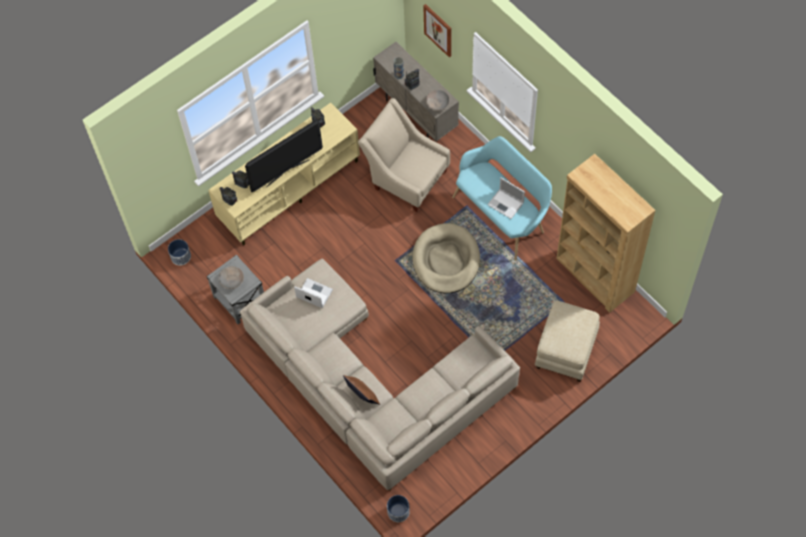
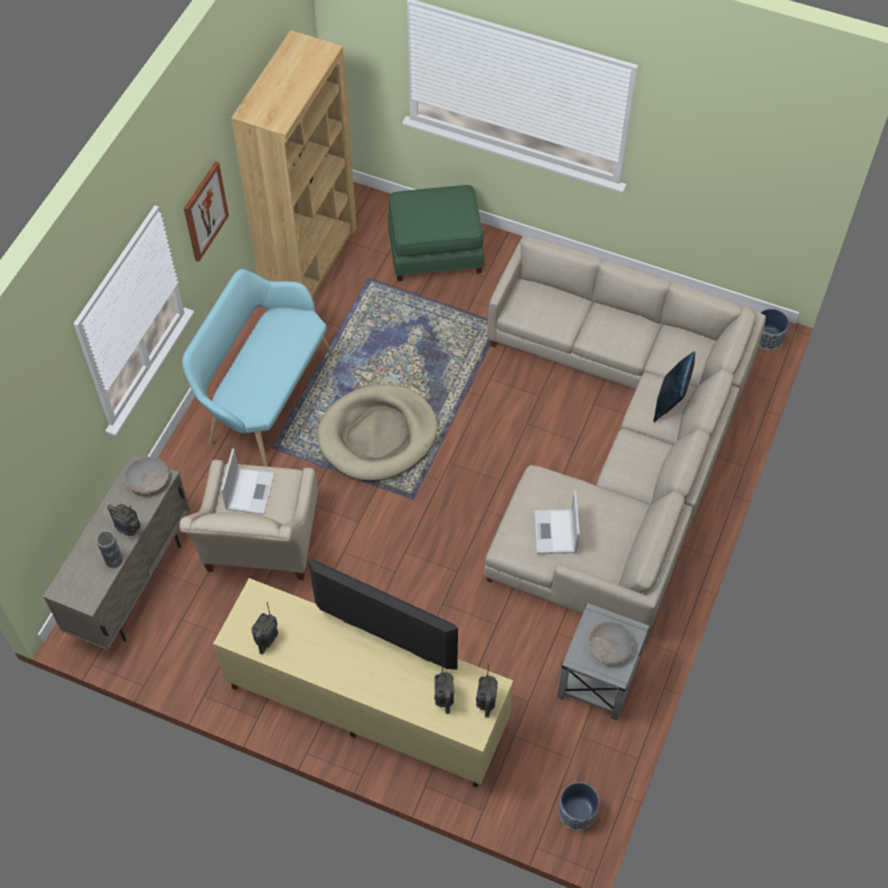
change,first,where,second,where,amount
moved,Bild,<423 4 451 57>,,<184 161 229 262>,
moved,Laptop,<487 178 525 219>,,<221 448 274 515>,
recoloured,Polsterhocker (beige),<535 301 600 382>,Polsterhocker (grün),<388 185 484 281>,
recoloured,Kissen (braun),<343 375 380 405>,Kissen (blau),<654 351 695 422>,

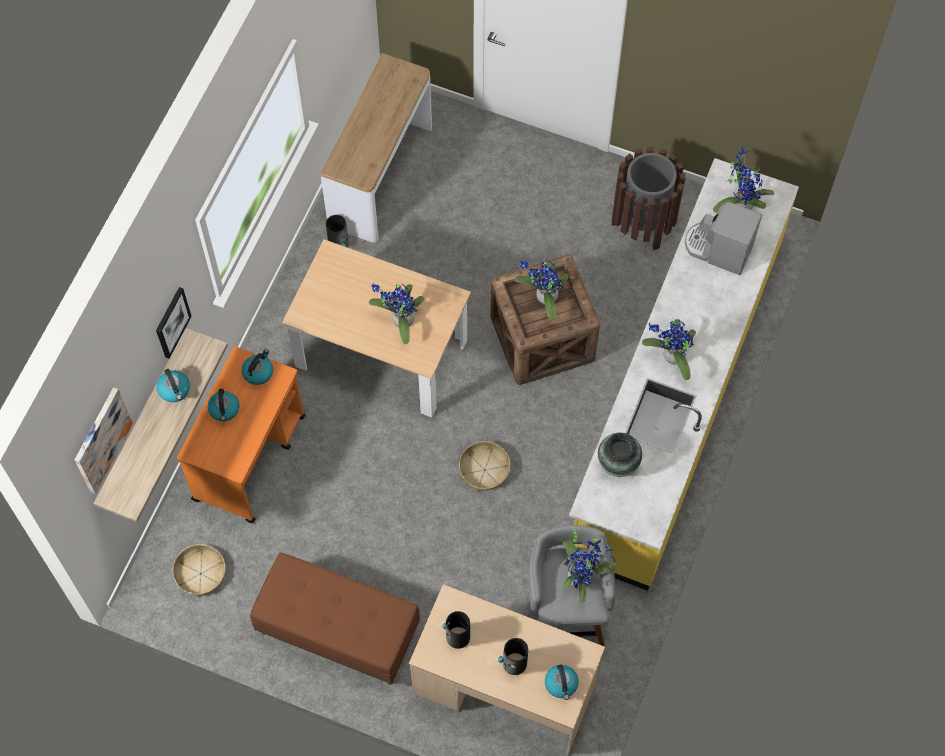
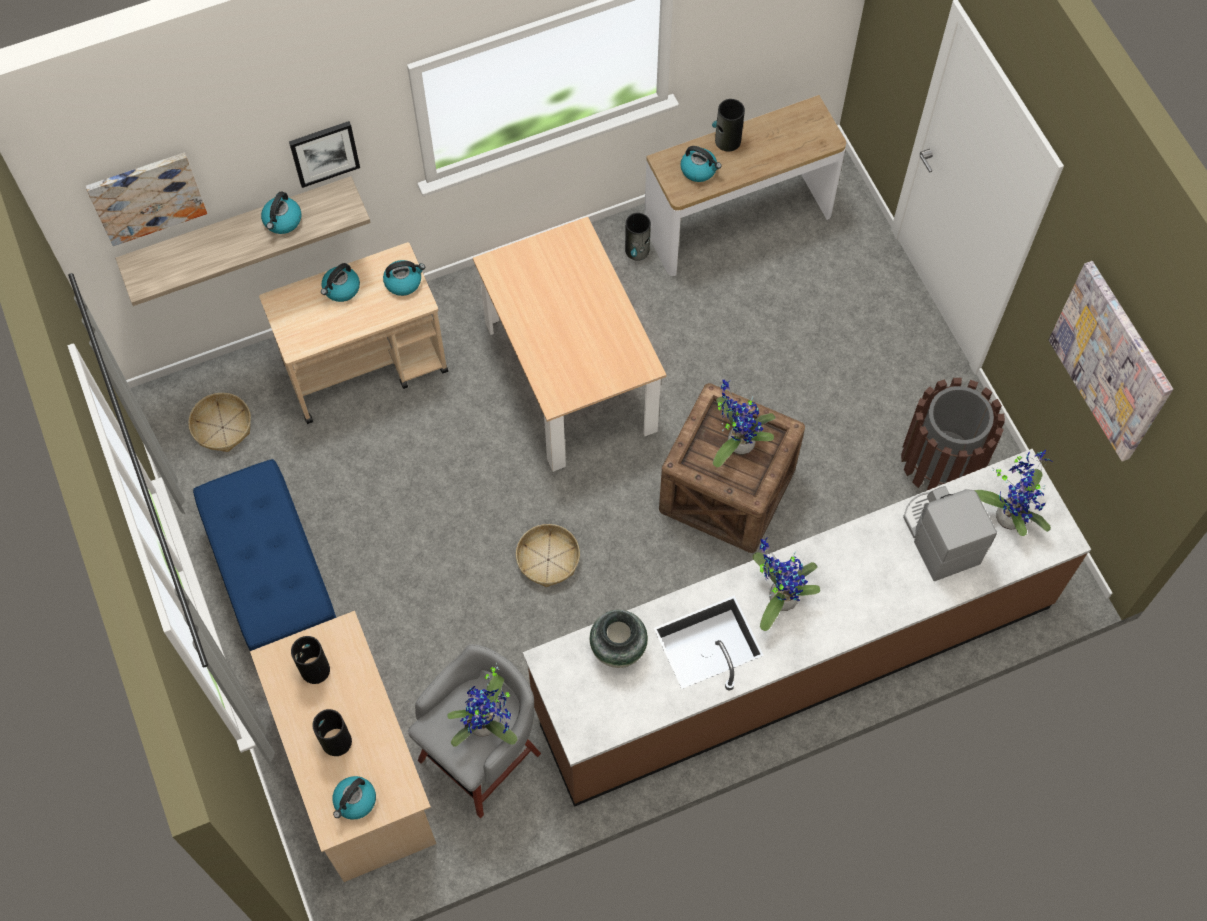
change,first,where,second,where,amount
recoloured,Bank (braun),<250 553 420 685>,Bank (blau),<193 459 336 651>,
recoloured,Rollwagen (orange),<177 347 305 523>,Rollwagen (beige),<259 242 448 424>,
recoloured,Küchenzeile (gelb),<569 158 799 591>,Küchenzeile (braun),<523 449 1091 807>,
added,,,Wasserkessel,<680 146 721 182>,
added,,,Vase,<712 99 745 152>,
added,,,Bild,<1049 261 1173 462>,
removed,Topfpflanze,<369 280 424 344>,,,

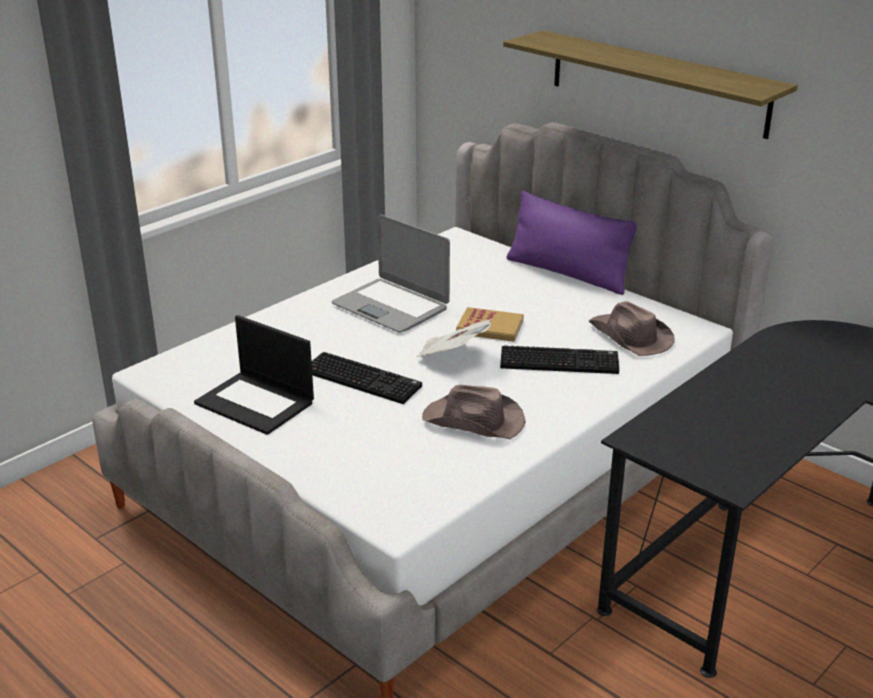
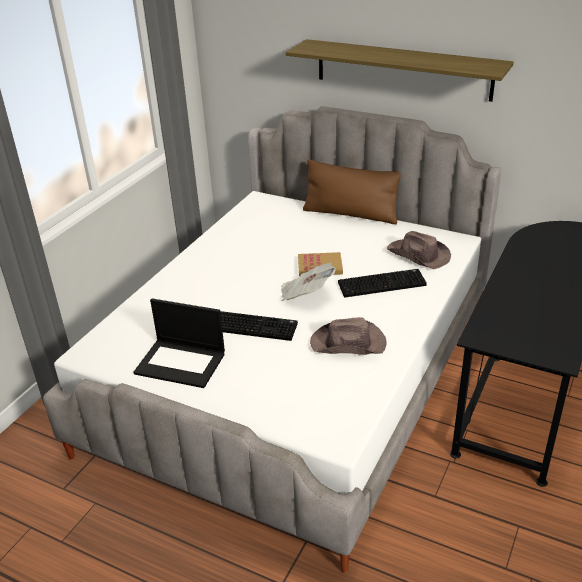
change,first,where,second,where,amount
recoloured,Kissen (lila),<507 190 636 295>,Kissen (braun),<303 159 401 224>,
removed,Laptop,<331 214 450 332>,,,

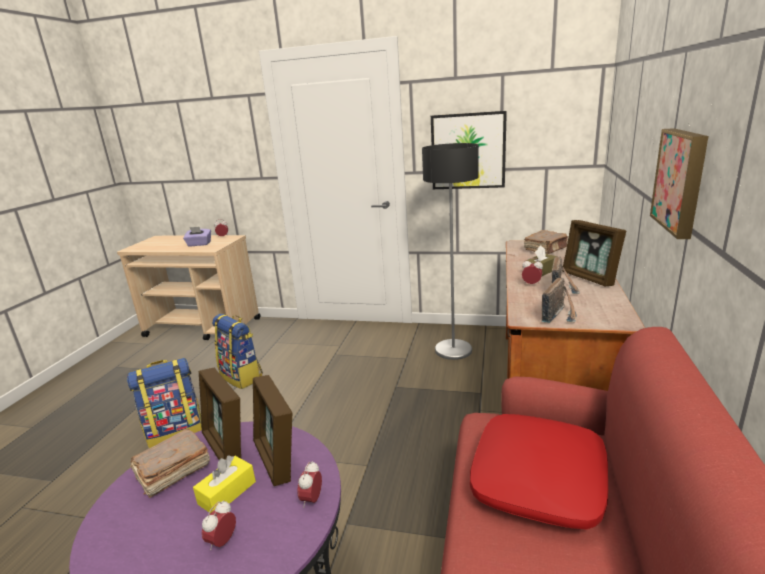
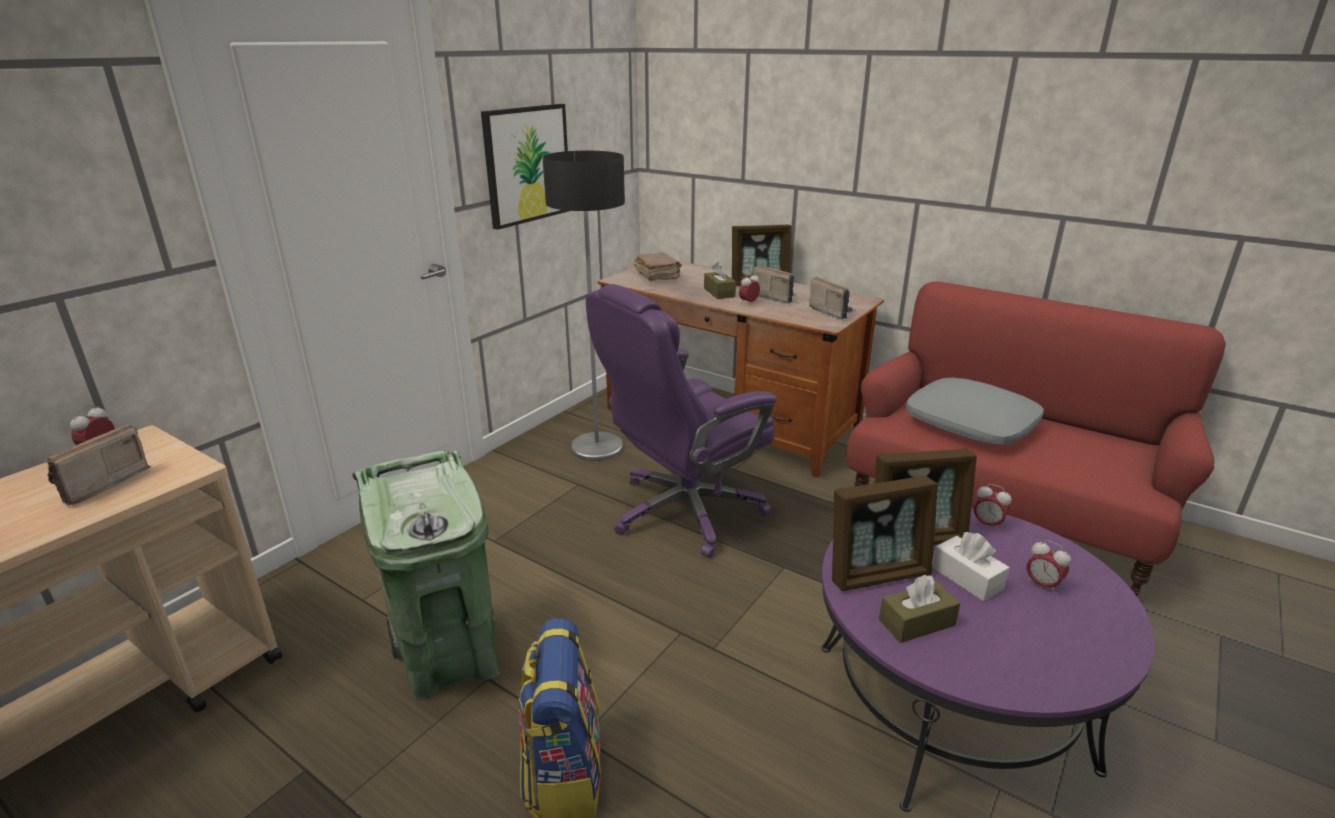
change,first,where,second,where,amount
replaced,Taschentuchbox (lila),<183 227 211 246>,Radio,<47 425 151 505>,
replaced,Rucksack,<212 314 263 389>,Mülleimer (grün),<353 450 500 700>,
added,,,Bürostuhl (lila),<586 284 777 558>,
replaced,Buch (braun),<130 429 210 498>,Taschentuchbox (braun),<879 575 960 643>,
recoloured,Kissen (rot),<470 414 608 529>,Kissen (grau),<906 377 1044 445>,
recoloured,Taschentuchbox (gelb),<193 455 256 513>,Taschentuchbox (weiß),<932 532 1010 601>,
removed,Bild,<650 128 709 239>,,,

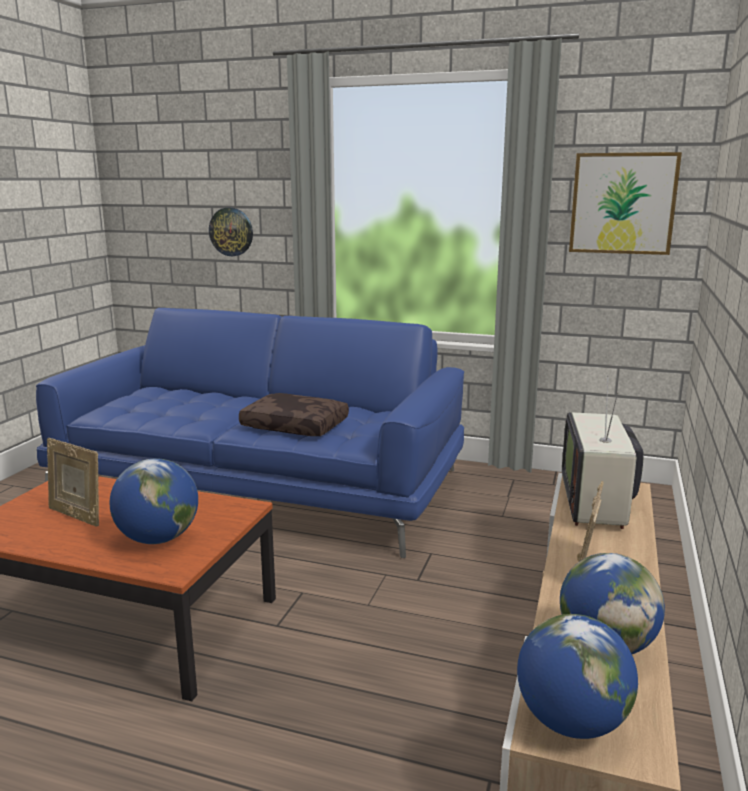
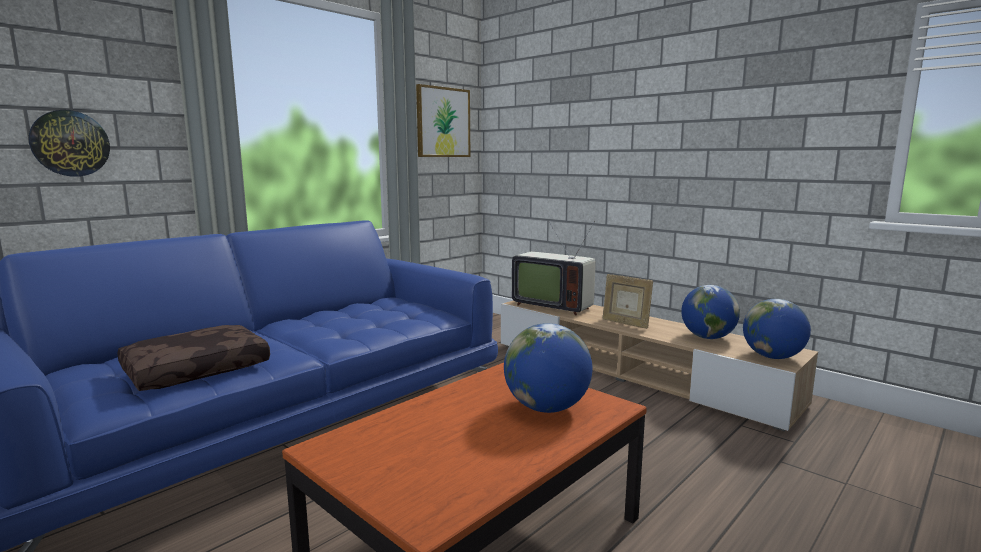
change,first,where,second,where,amount
moved,Kissen (braun),<239 393 349 436>,,<118 325 270 391>,
removed,Bilderrahmen,<47 438 99 527>,,,

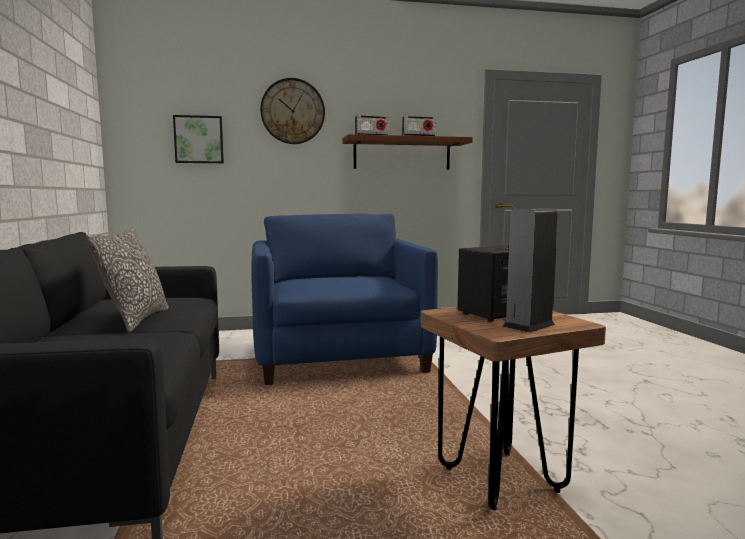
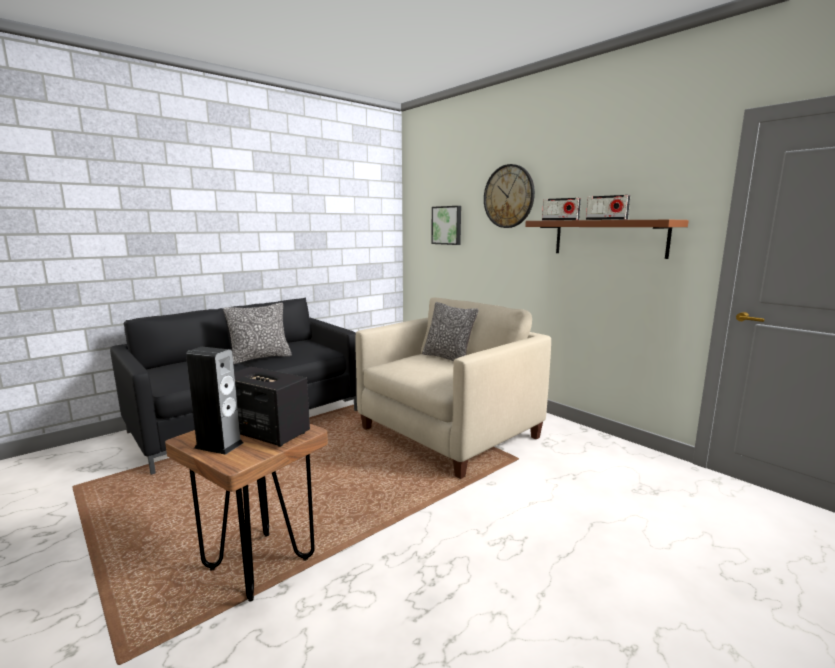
change,first,where,second,where,amount
recoloured,Sessel (blau),<251 214 438 385>,Sessel (beige),<356 297 551 479>,
added,,,Kissen,<422 302 478 362>,

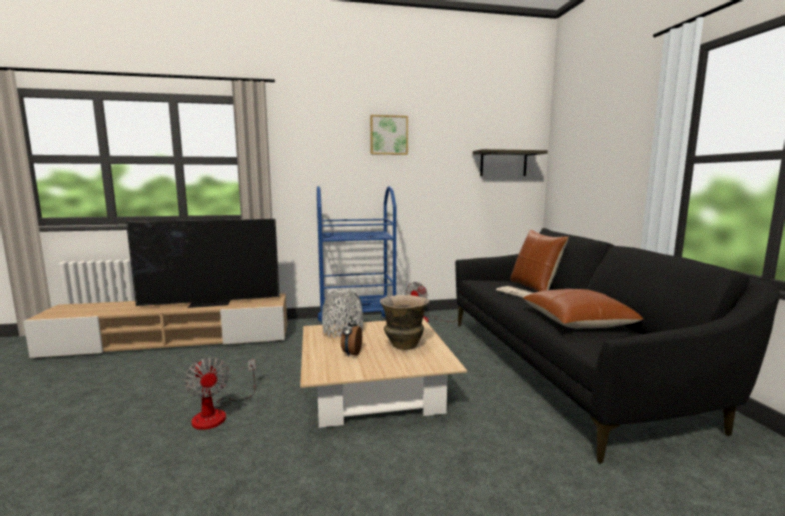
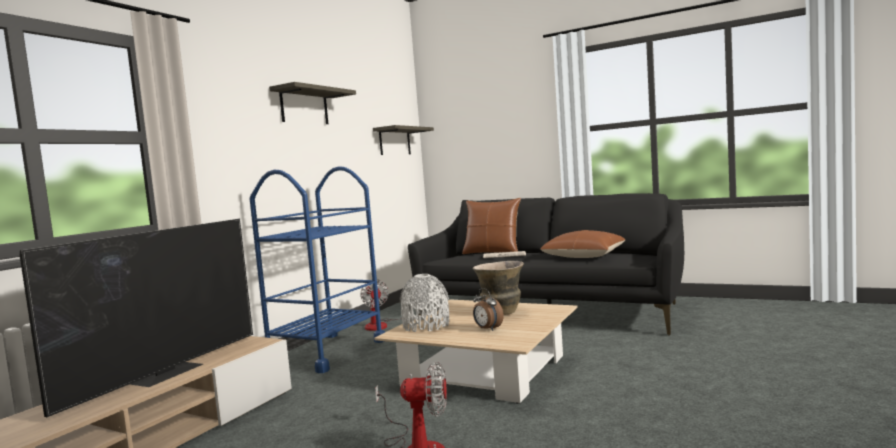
change,first,where,second,where,amount
replaced,Bild,<370 115 408 155>,Wandregal,<269 82 356 124>,

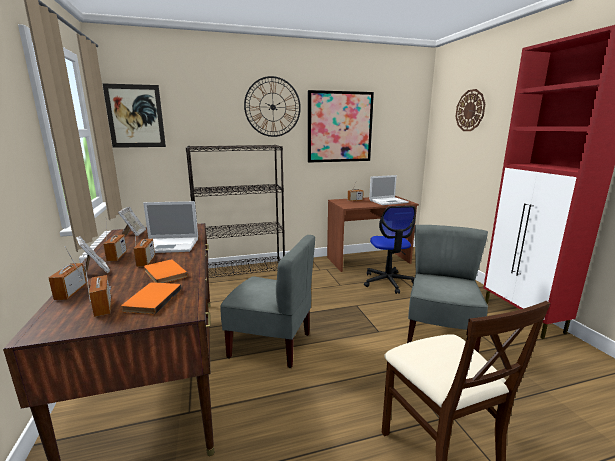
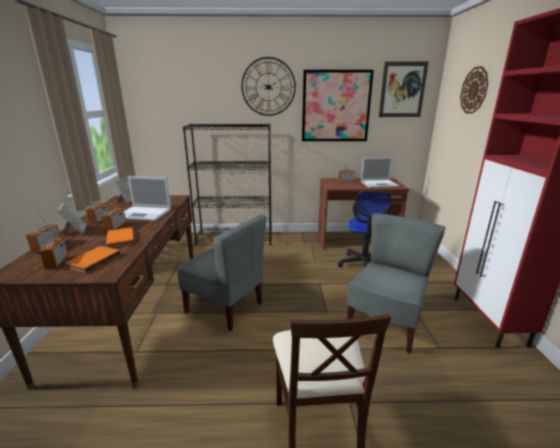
change,first,where,second,where,amount
moved,Bild,<102 83 166 148>,,<379 62 429 117>,

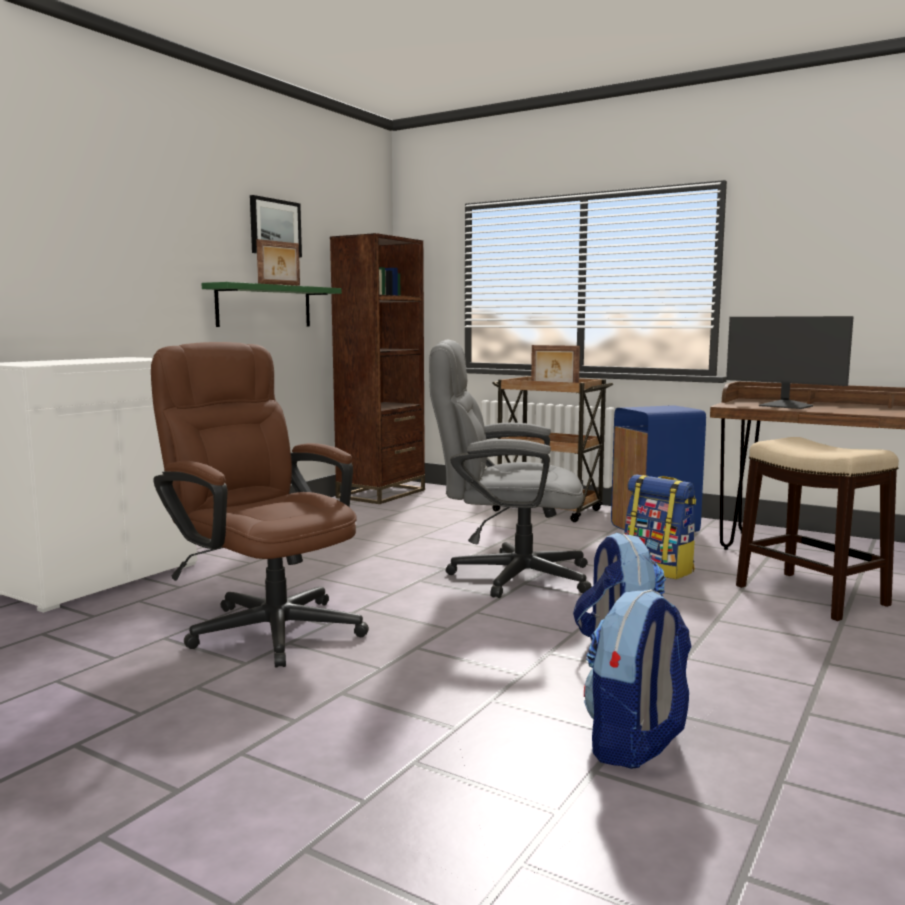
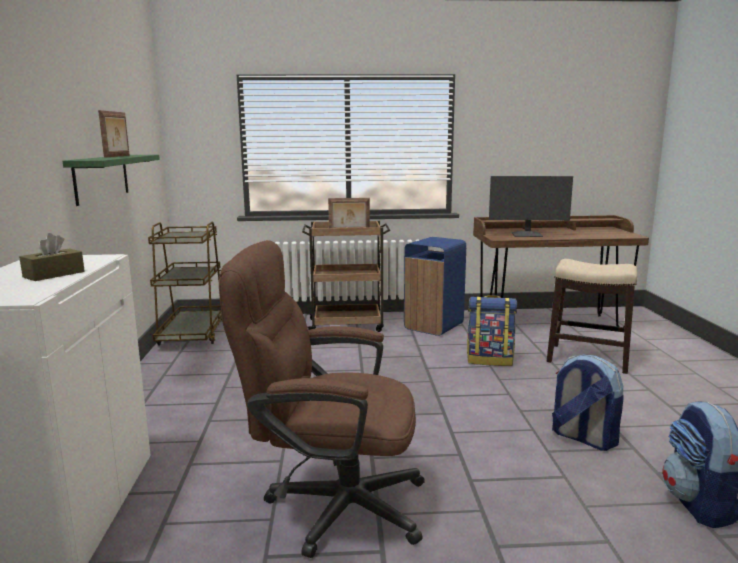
change,first,where,second,where,amount
added,,,Taschentuchbox (braun),<19 233 85 281>,
replaced,Bücherregal (braun),<330 233 425 504>,Rollwagen (braun),<148 222 222 345>,
removed,Bild,<250 195 302 258>,,,
removed,Bürostuhl (grau),<429 339 592 598>,,,

